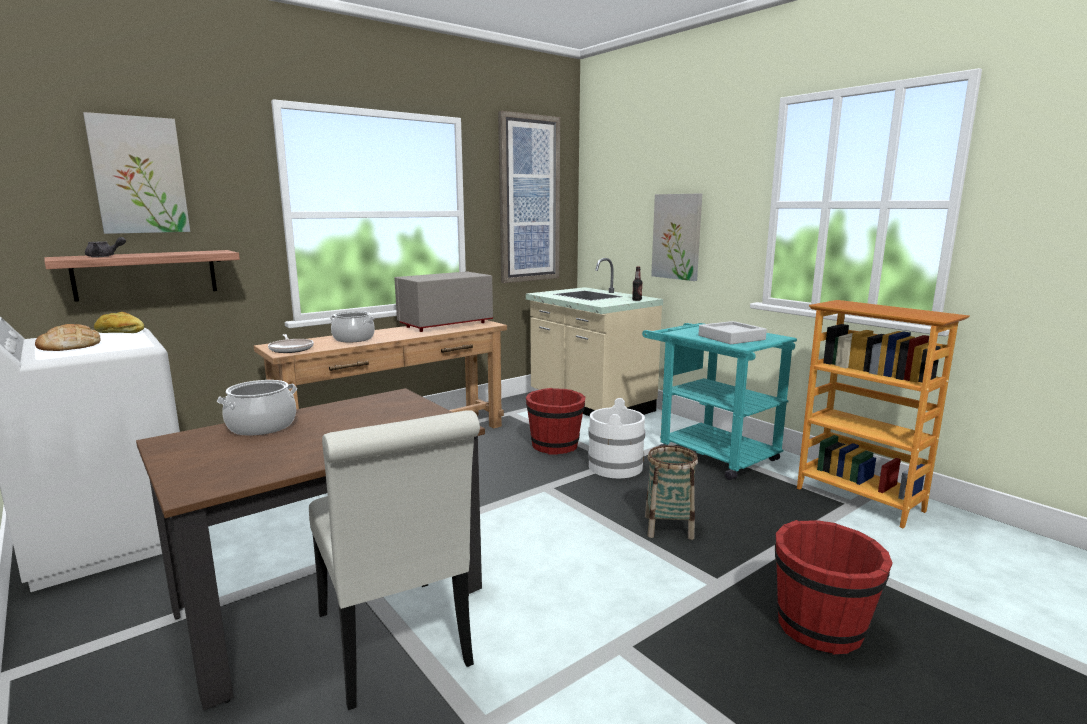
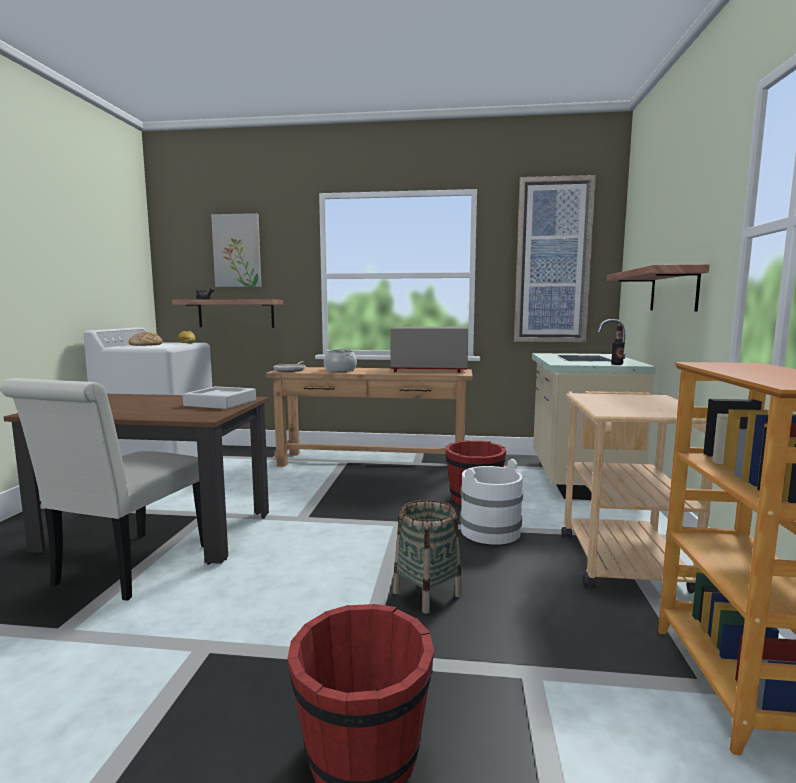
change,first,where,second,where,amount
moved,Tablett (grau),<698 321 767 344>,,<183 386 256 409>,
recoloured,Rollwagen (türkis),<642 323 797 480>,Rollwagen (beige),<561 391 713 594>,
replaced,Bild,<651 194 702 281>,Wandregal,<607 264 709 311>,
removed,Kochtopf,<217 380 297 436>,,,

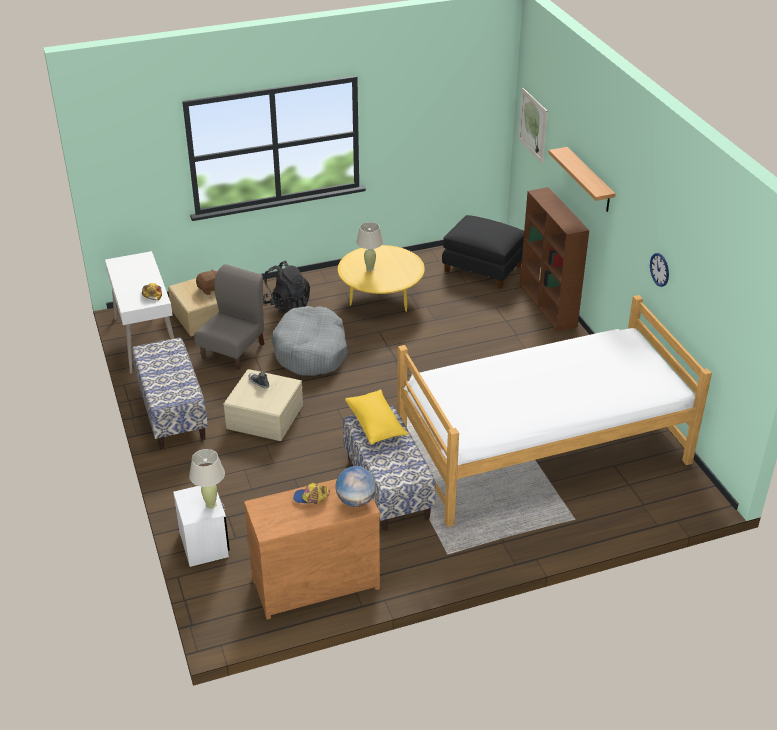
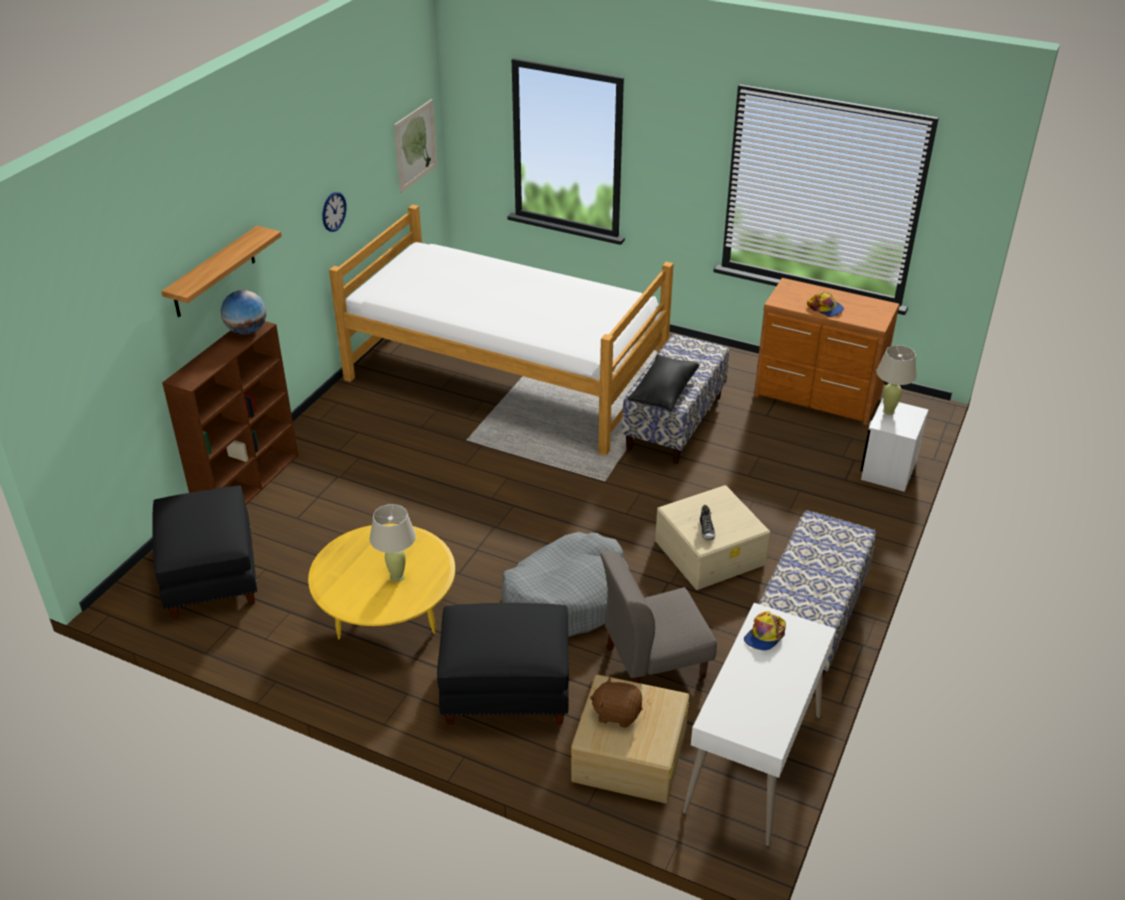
change,first,where,second,where,amount
moved,Globus,<336 466 376 507>,,<221 290 266 335>,
moved,Bild,<518 88 548 163>,,<394 99 437 193>,
replaced,Rucksack (schwarz),<263 260 310 313>,Polsterhocker (schwarz),<437 603 569 725>,
recoloured,Kissen (gelb),<345 390 408 445>,Kissen (schwarz),<627 354 700 411>,

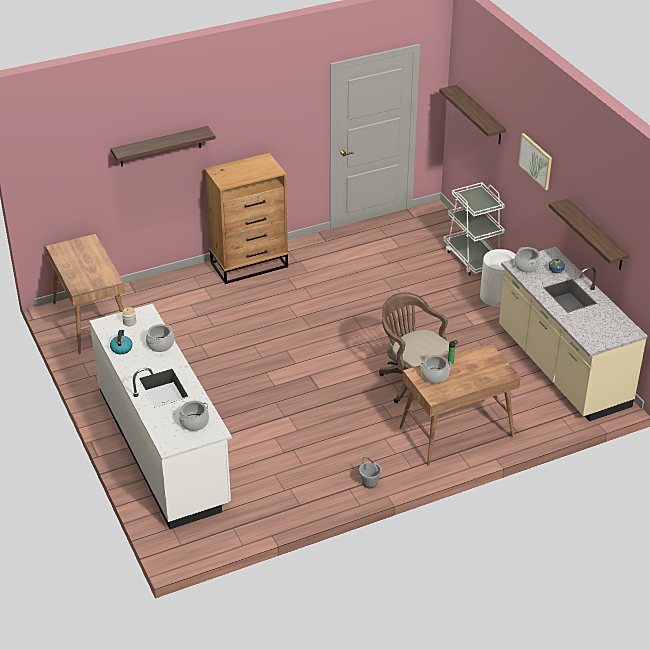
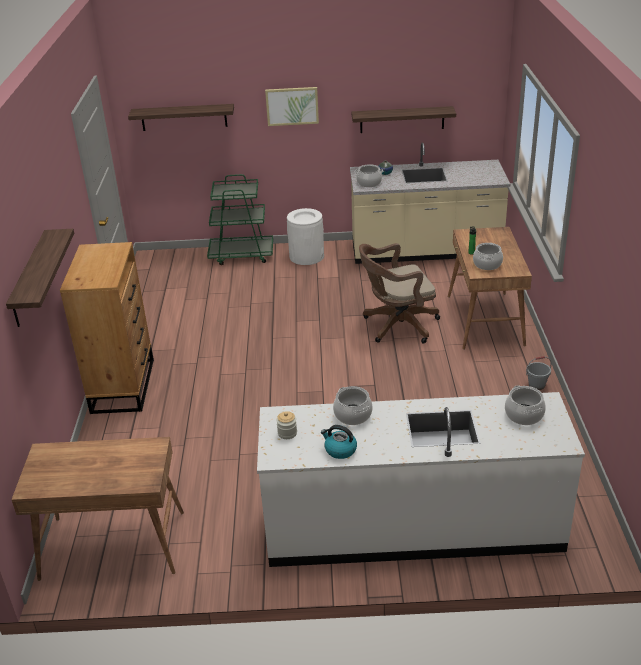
change,first,where,second,where,amount
recoloured,Rollwagen (weiß),<443 182 505 276>,Rollwagen (grün),<207 174 273 265>,

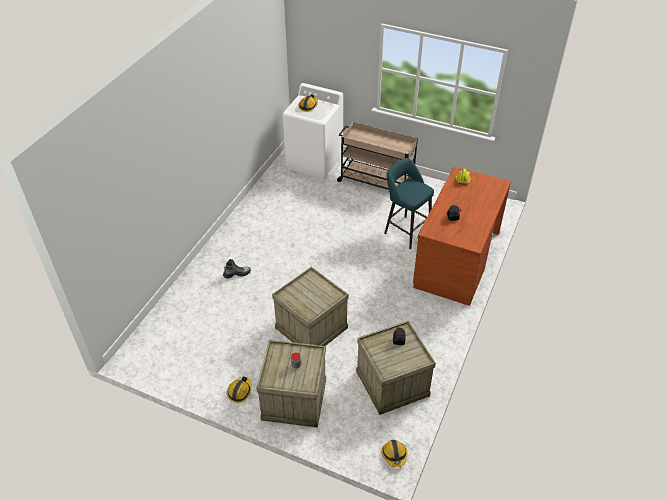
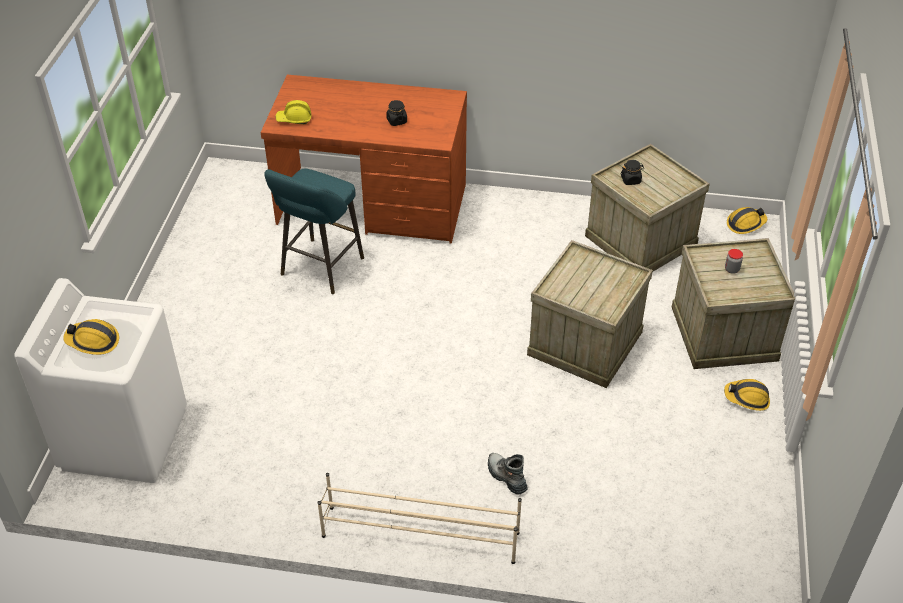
change,first,where,second,where,amount
added,,,Schuhregal (beige),<317 473 522 564>,
removed,Rollwagen (beige),<337 122 418 190>,,,

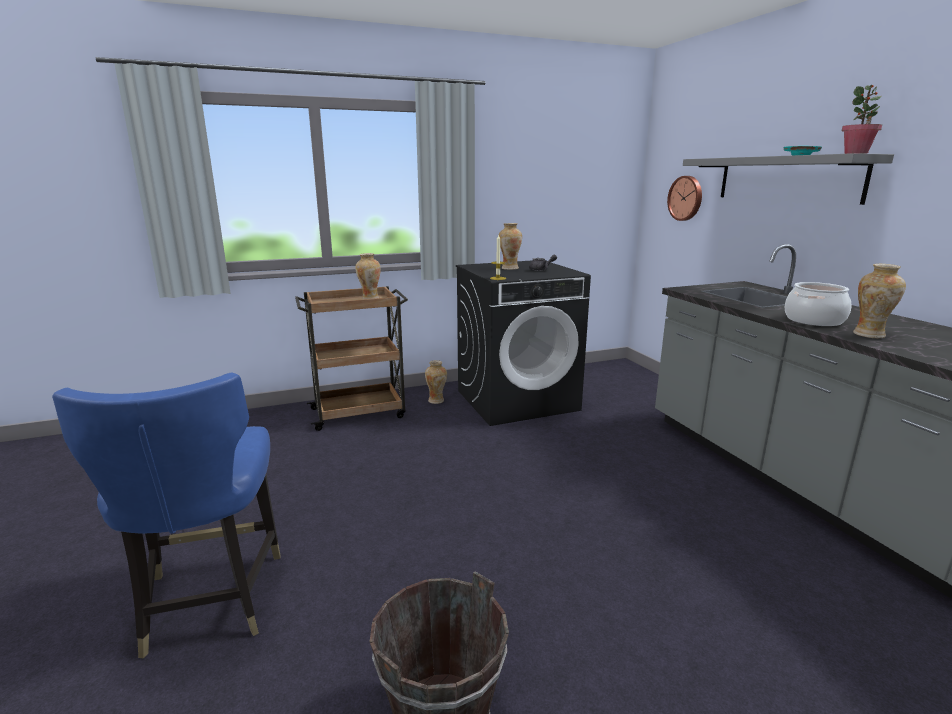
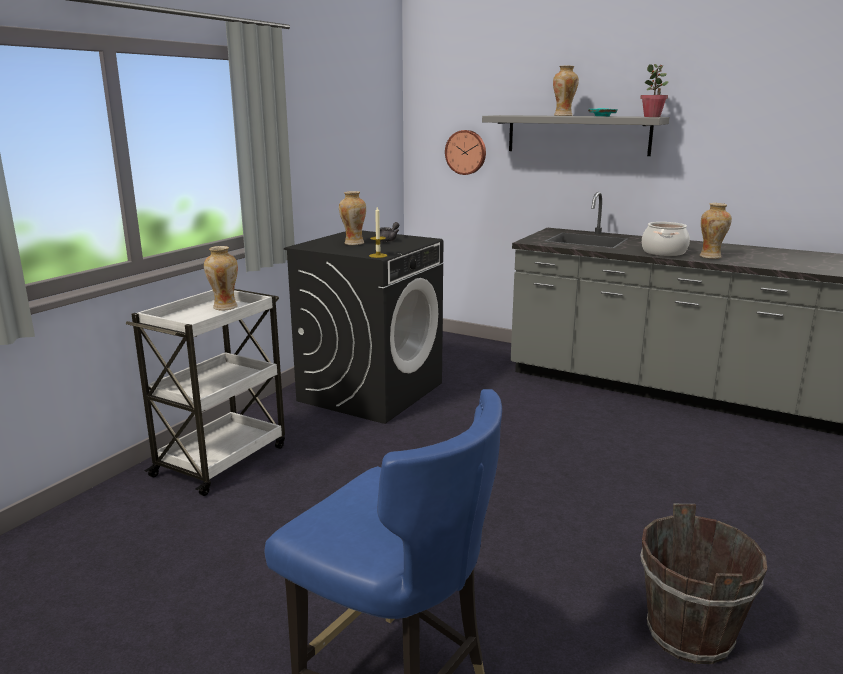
change,first,where,second,where,amount
recoloured,Rollwagen (braun),<295 286 408 431>,Rollwagen (weiß),<126 289 285 496>,
moved,Vase,<425 360 447 404>,,<553 66 579 116>,

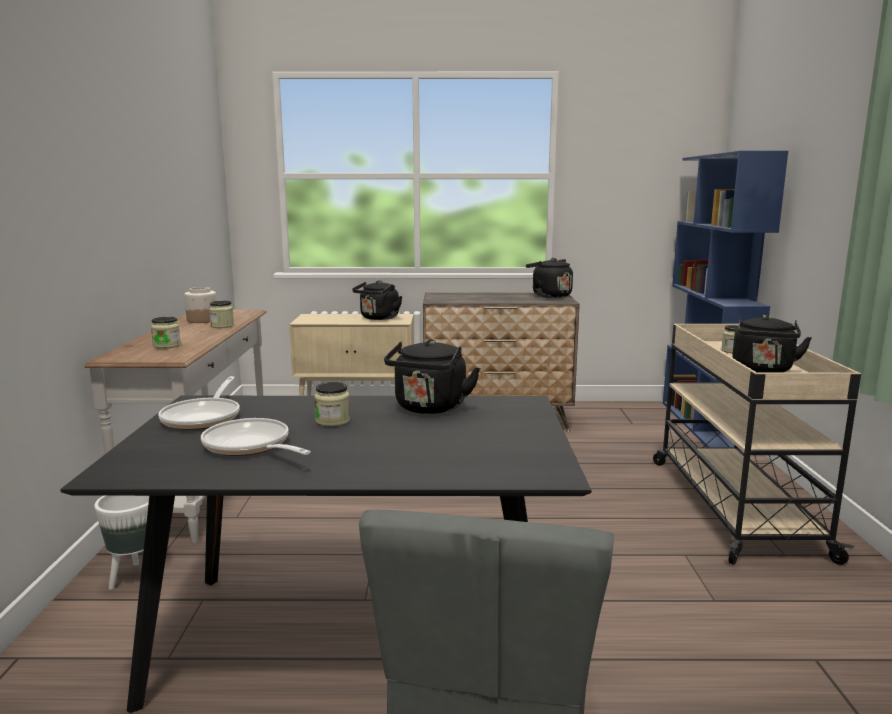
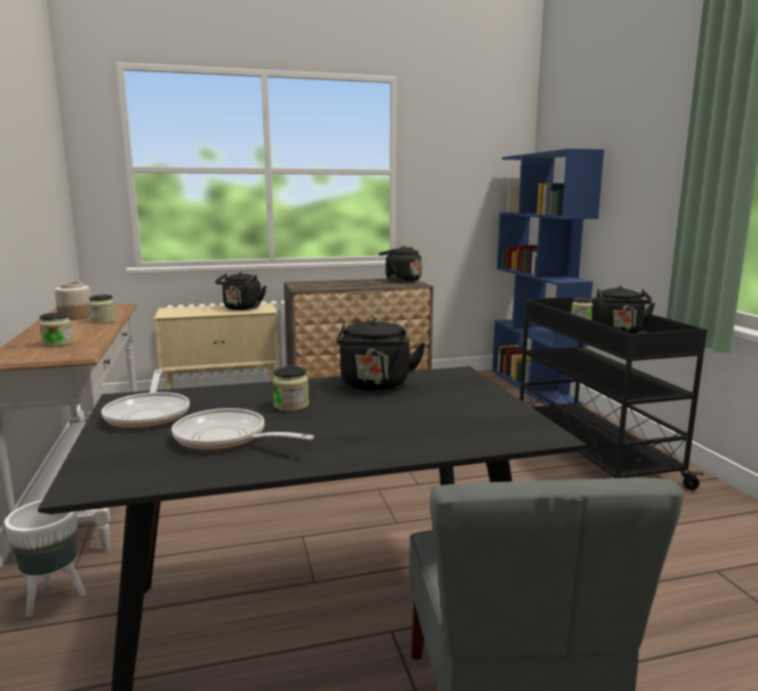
change,first,where,second,where,amount
recoloured,Rollwagen (beige),<653 324 861 565>,Rollwagen (schwarz),<520 296 707 490>,

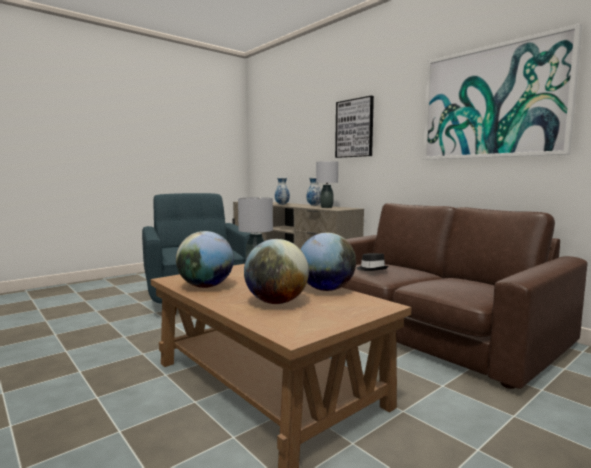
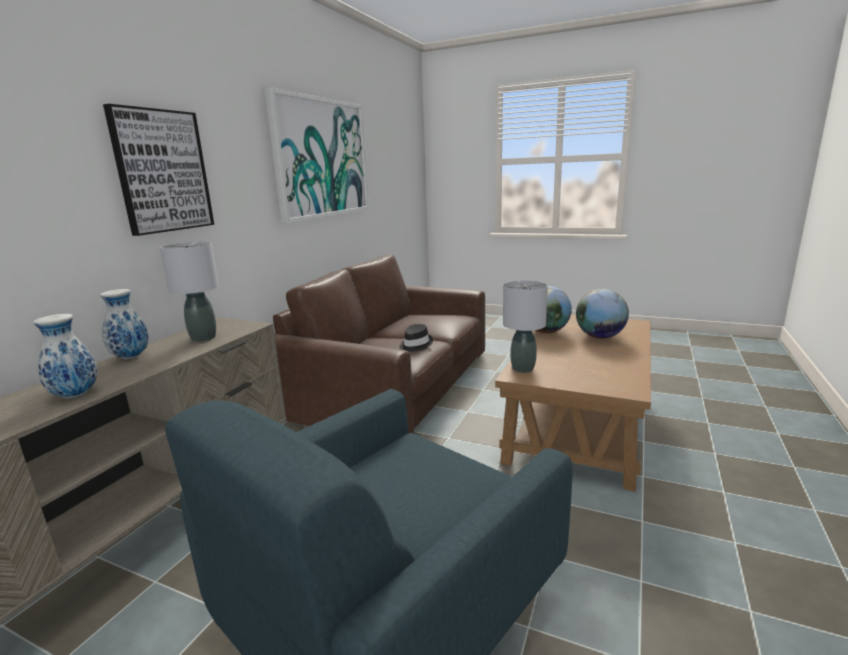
change,first,where,second,where,amount
removed,Globus,<176 231 234 288>,,,

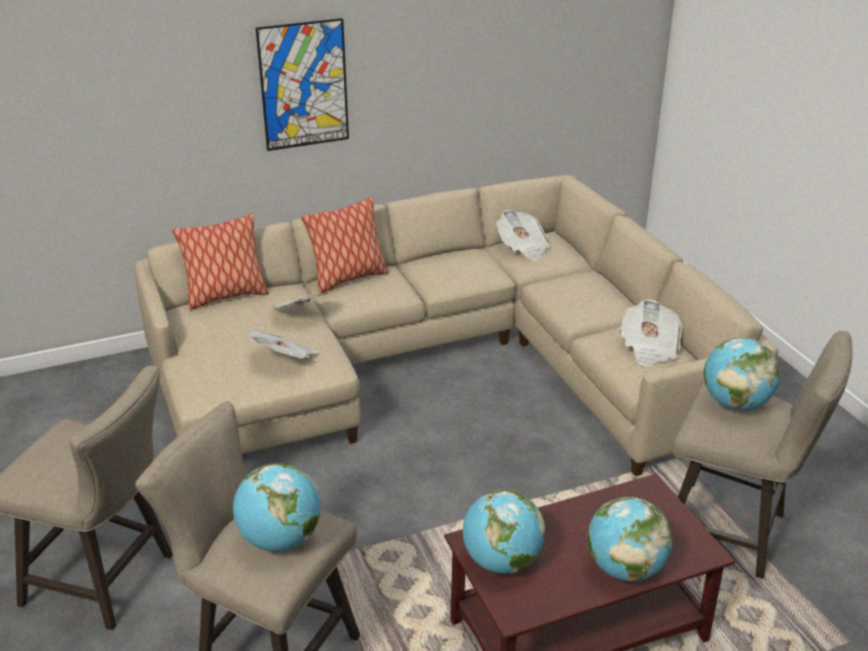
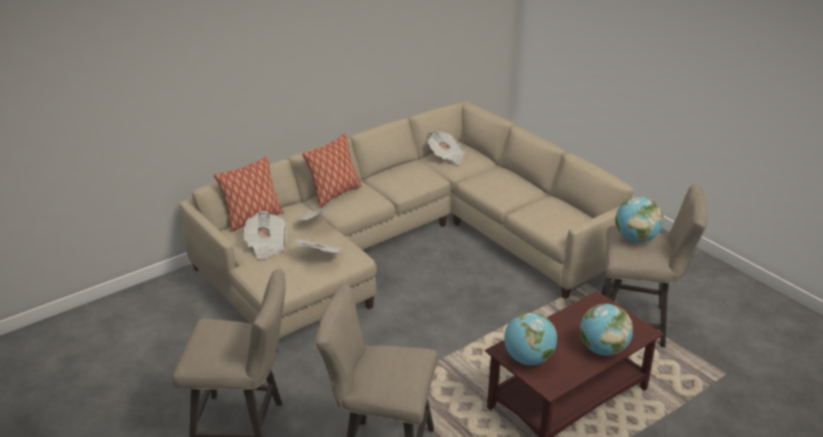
change,first,where,second,where,amount
moved,Zeitung,<619 299 683 366>,,<242 211 287 259>,
removed,Globus,<233 463 320 552>,,,
removed,Bild,<256 18 349 151>,,,

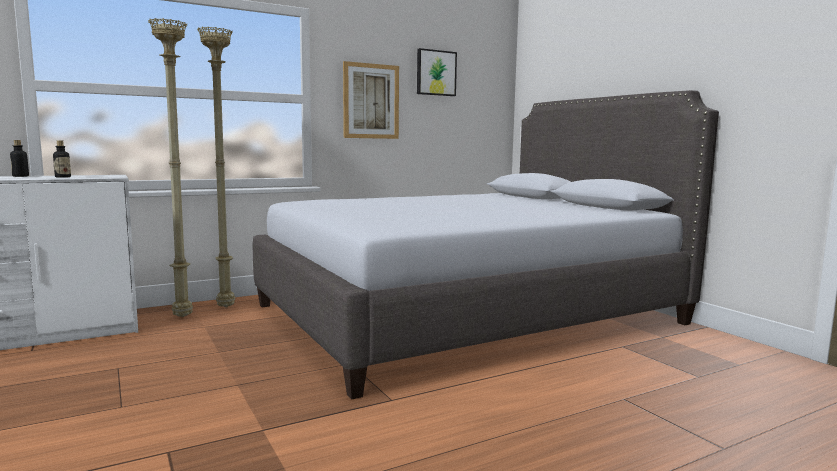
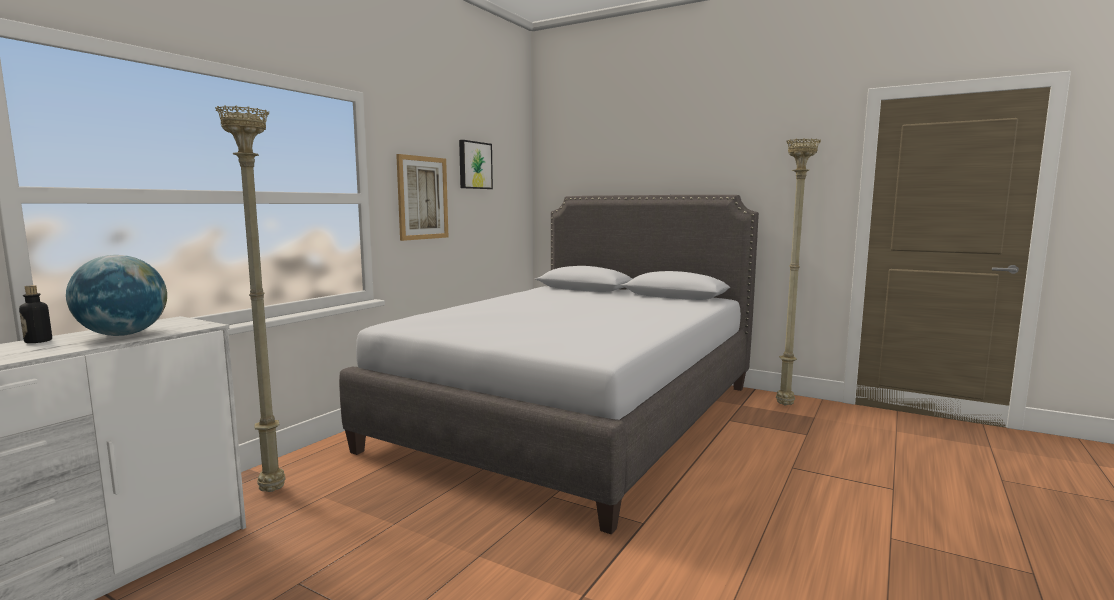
change,first,where,second,where,amount
replaced,Flasche,<53 140 71 178>,Globus,<66 255 167 336>,
moved,Stehlampe (beige),<197 26 235 307>,,<776 138 821 406>,

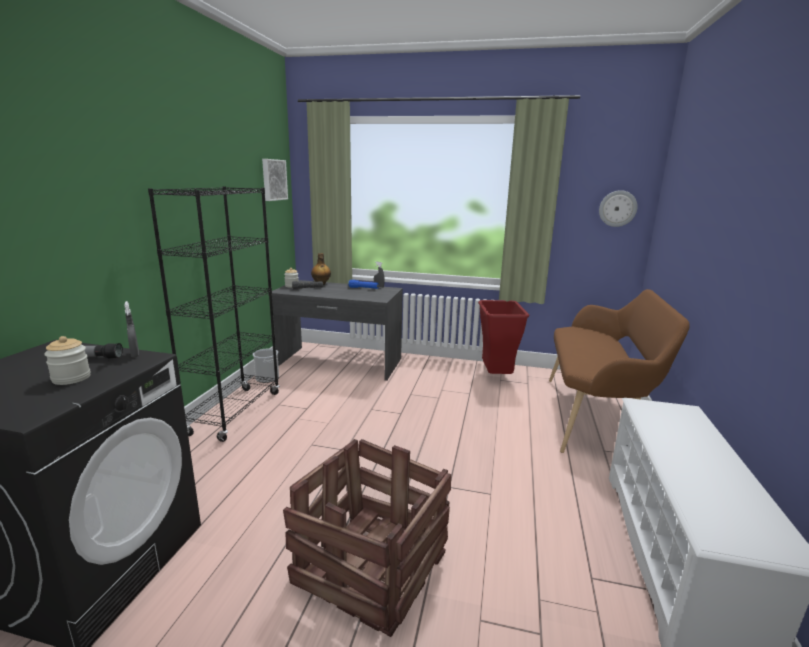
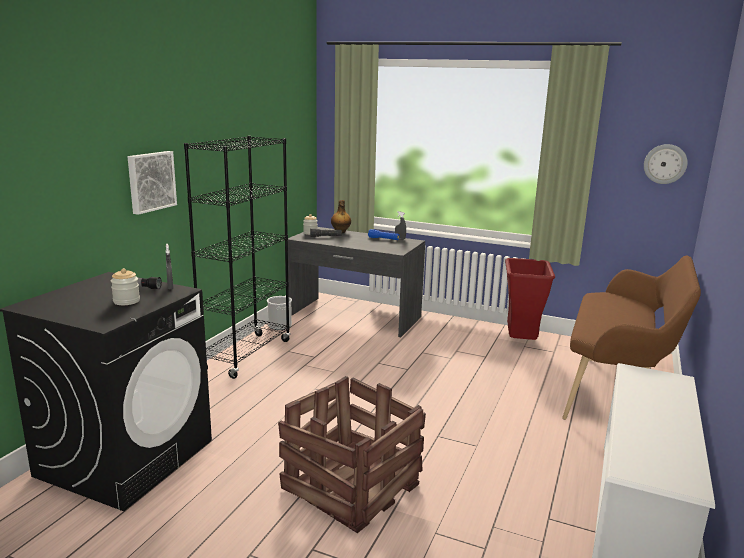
change,first,where,second,where,amount
moved,Bild,<262 159 288 201>,,<127 151 177 215>,

